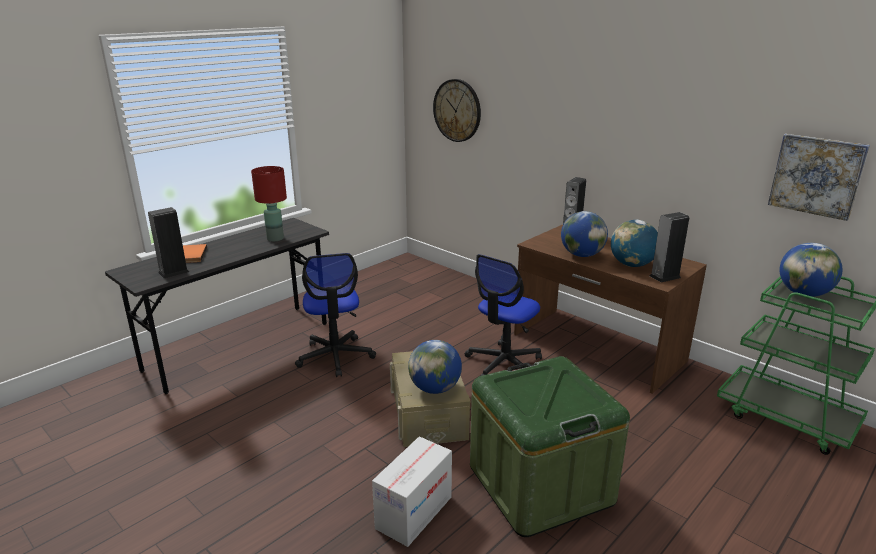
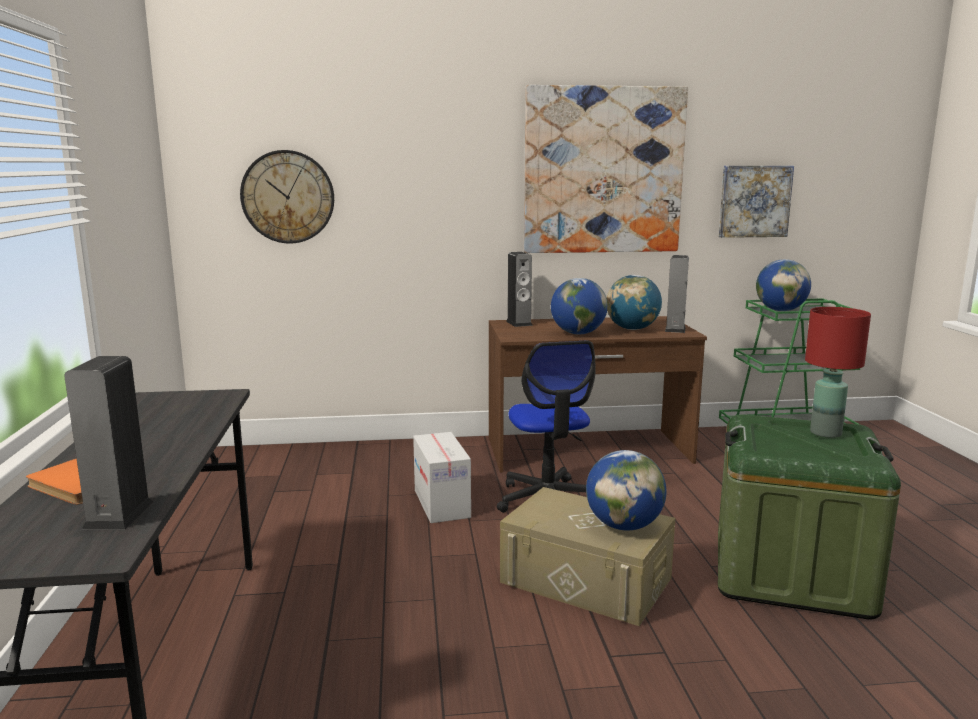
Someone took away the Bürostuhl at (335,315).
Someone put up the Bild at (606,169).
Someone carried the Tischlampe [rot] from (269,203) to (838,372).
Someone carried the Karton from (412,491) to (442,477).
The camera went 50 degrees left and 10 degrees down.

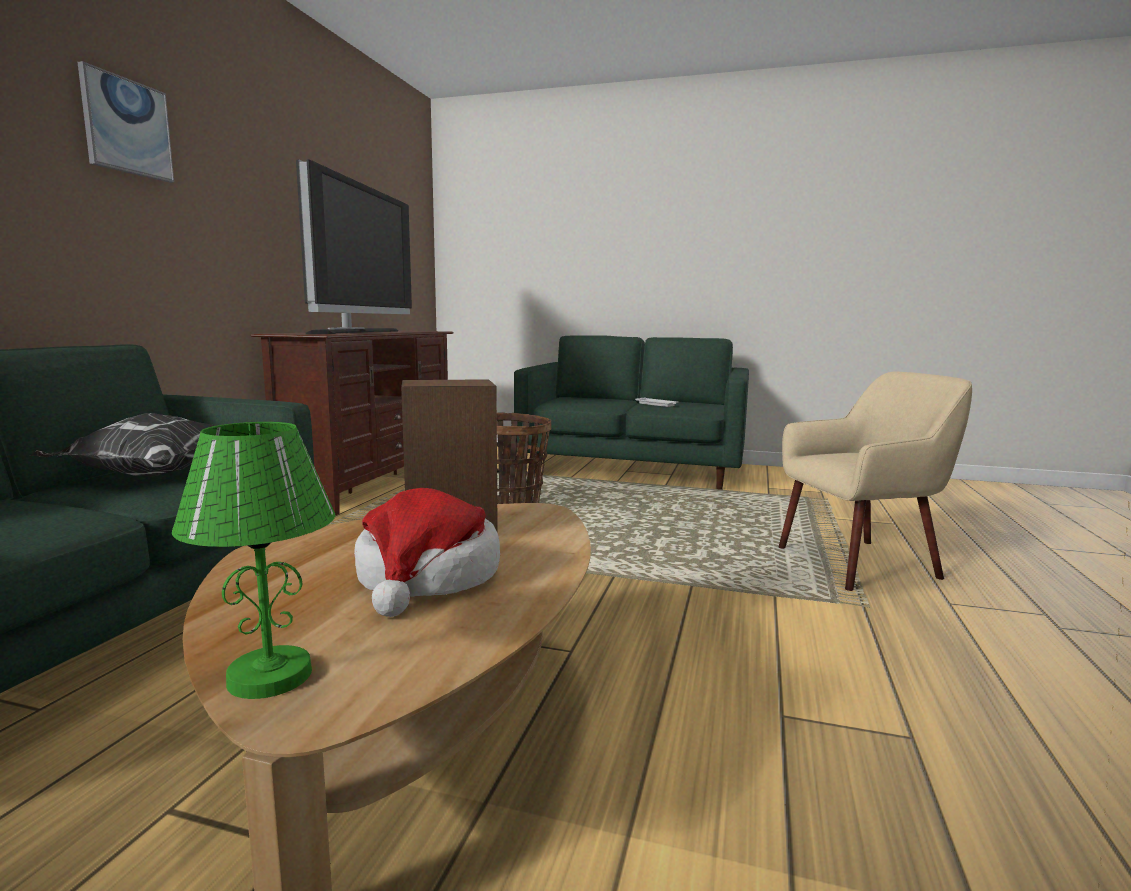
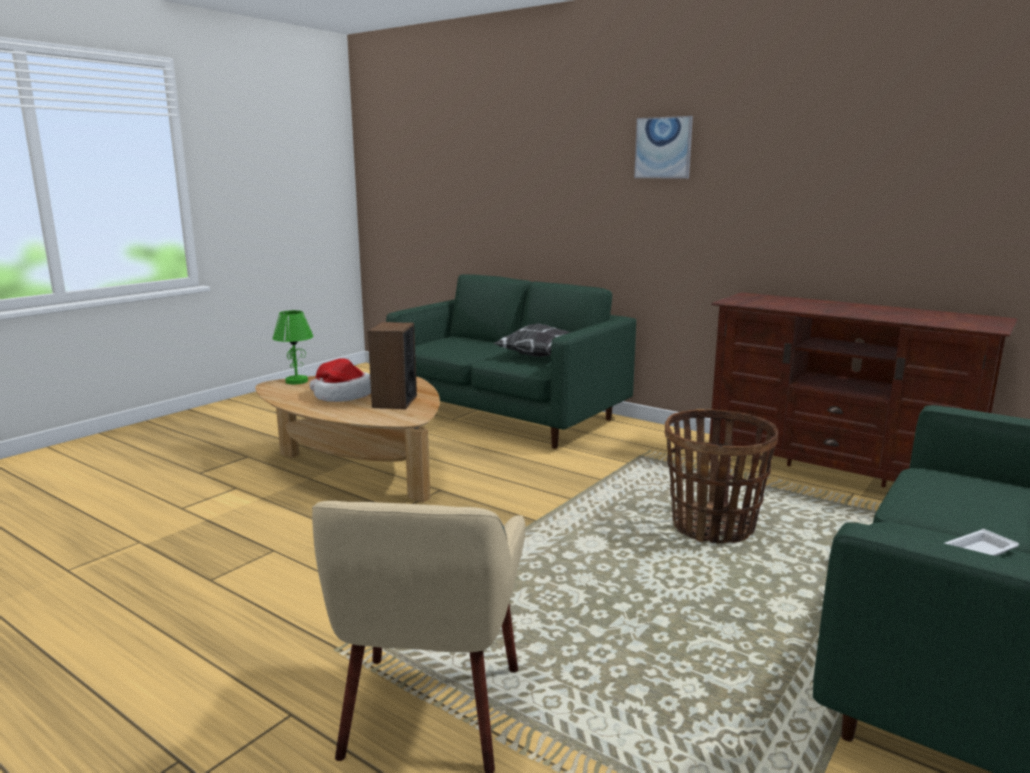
Someone took away the Fernseher at (354,246).
The camera went 110 degrees right and 5 degrees up.

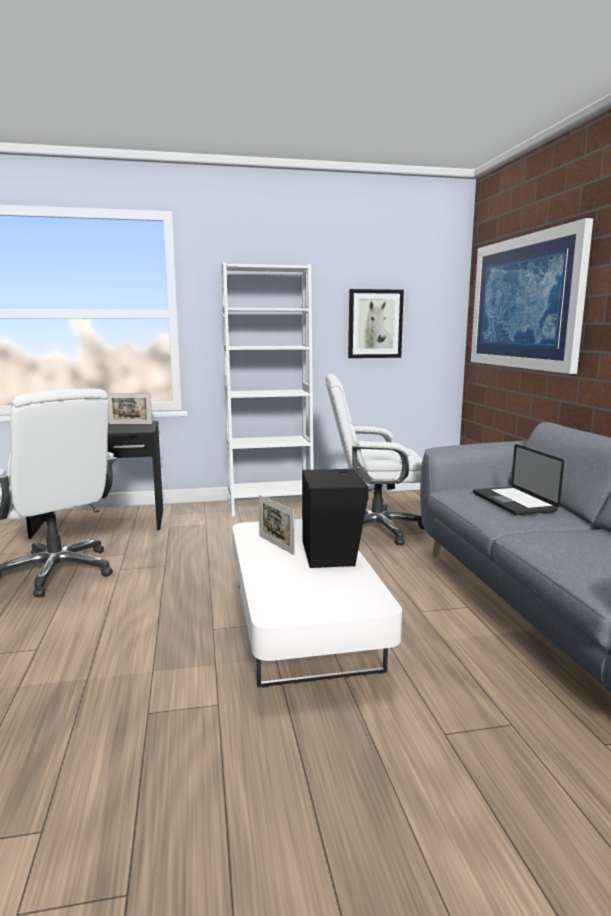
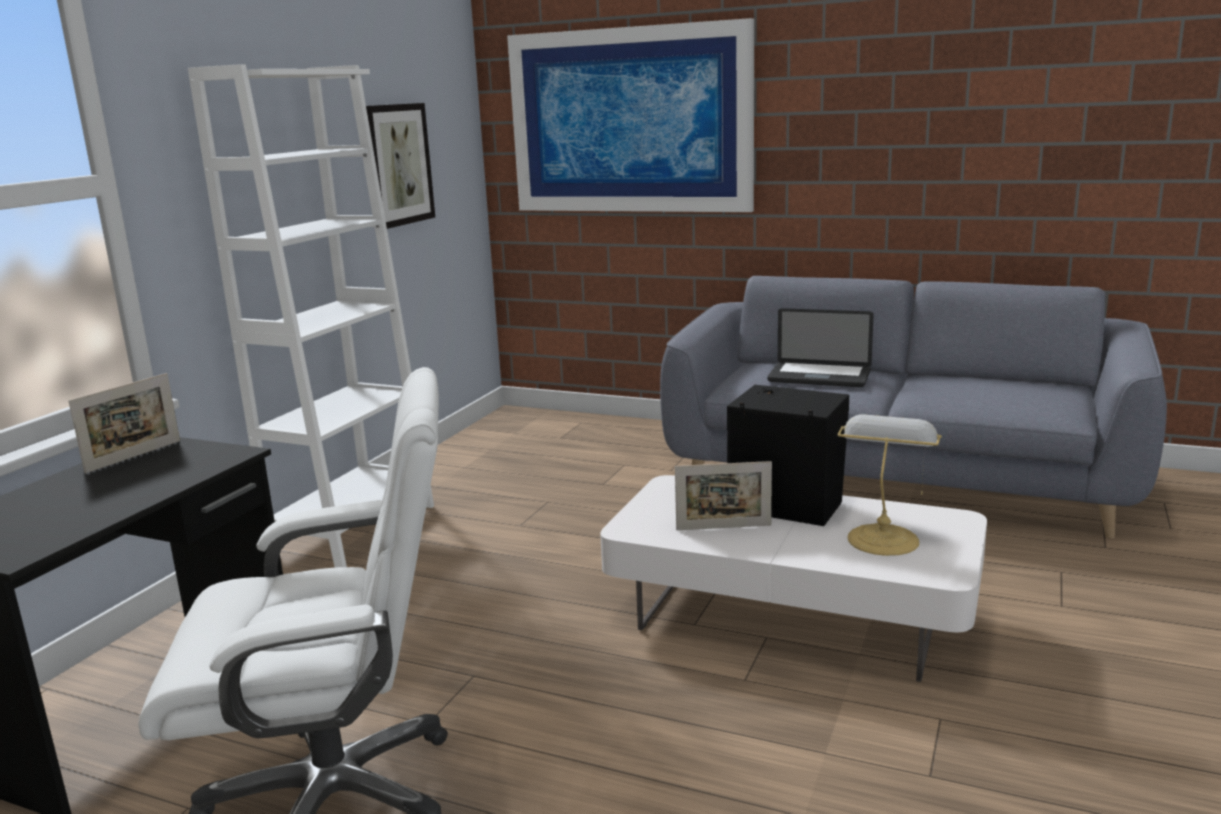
Someone took away the Bürostuhl [weiß] at (375,459).
Someone put down the Tischlampe at (889,485).
The camera went 55 degrees left and 5 degrees up.

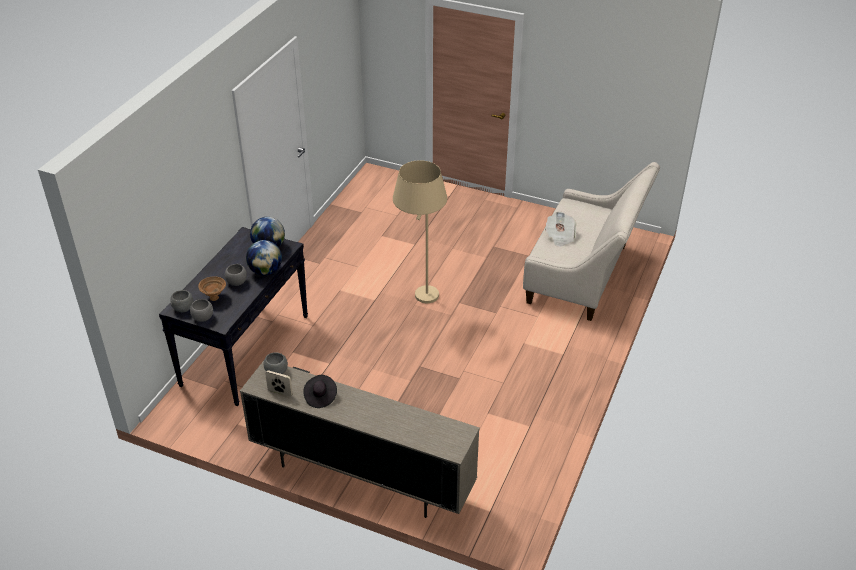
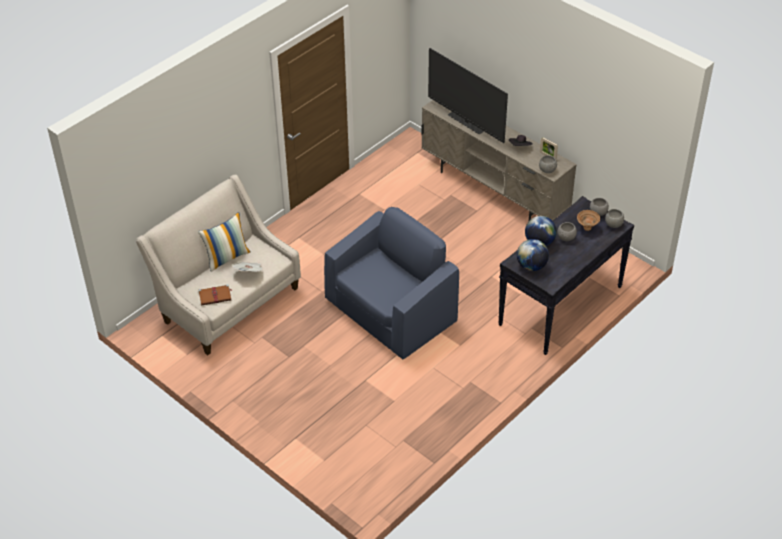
Someone put down the Kissen at (224,242).
Someone put down the Buch [braun] at (215,295).
Someone put down the Fernseher at (468,95).
Someone swapped the Stehlampe [beige] at (420,231) for the Sessel [blau] at (391,283).
The camera went 160 degrees left and 5 degrees up.

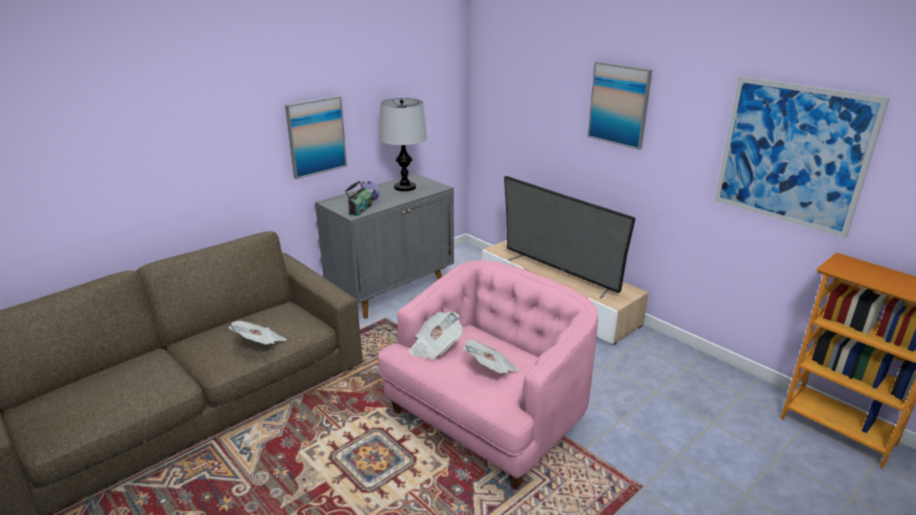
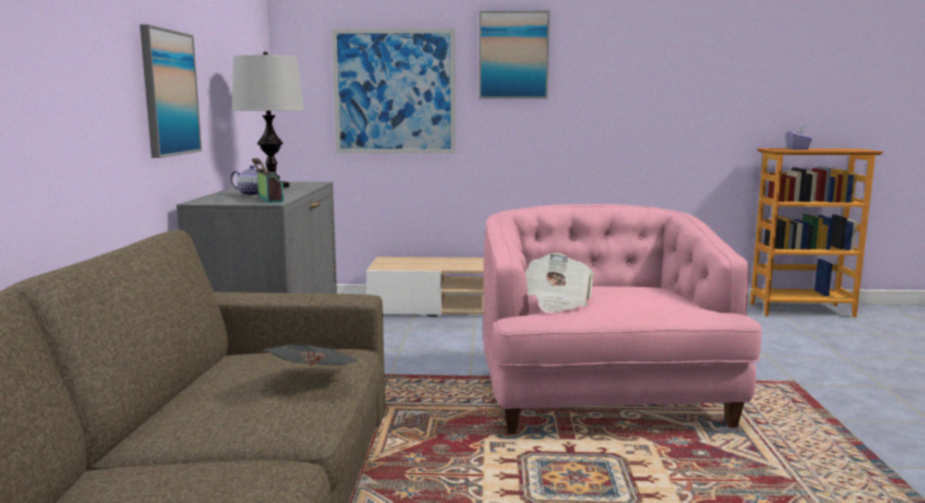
Someone took away the Zeitung at (491,357).
Someone took away the Fernseher at (570,237).
Someone put down the Taschentuchbox [lila] at (799,138).
Someone carried the Bild from (802,157) to (393,91).
The camera went 45 degrees left and 15 degrees down.

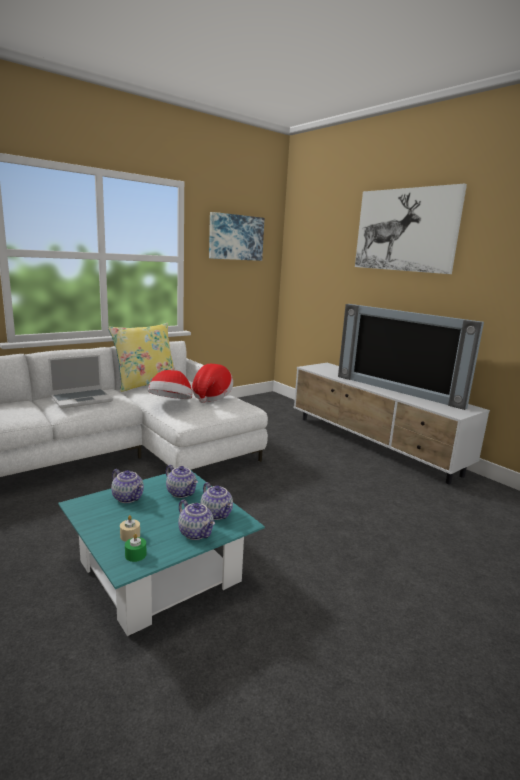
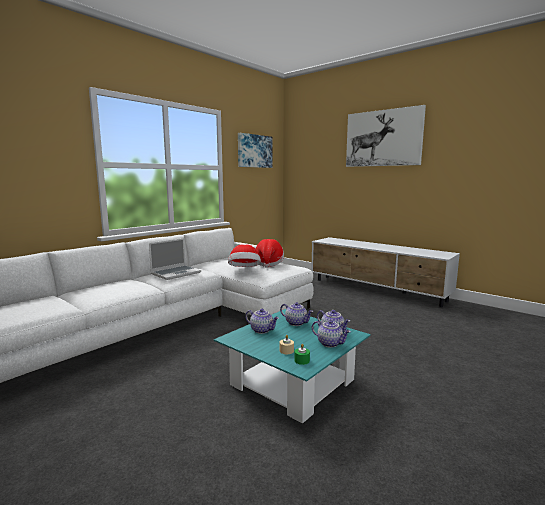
Someone took away the Kissen [gelb] at (141,357).
Someone took away the Fernseher at (411,357).
The camera went 10 degrees left and 5 degrees down.

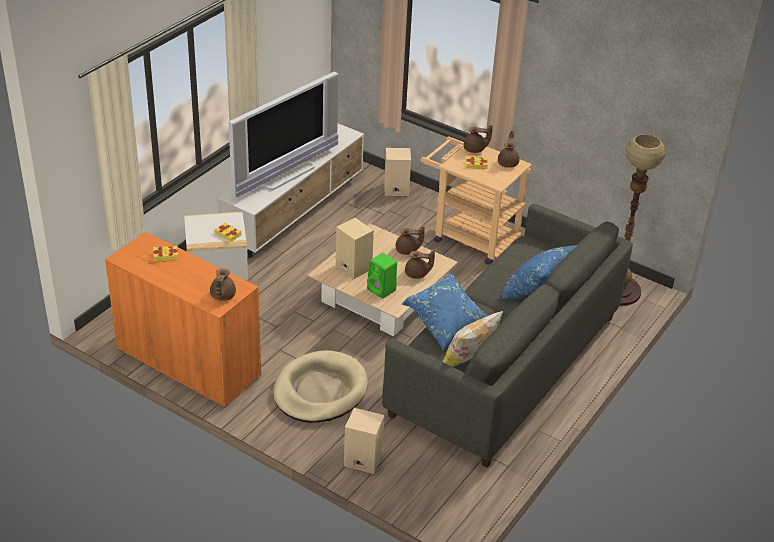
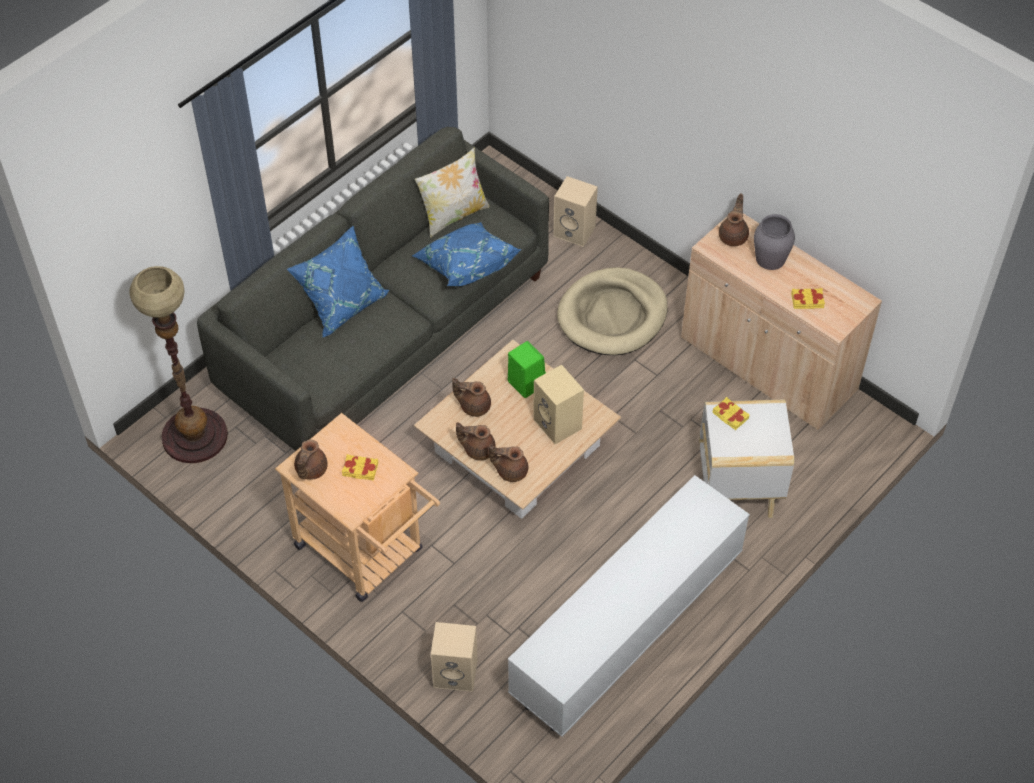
Someone took away the Fernseher at (283,134).
Someone put down the Vase [grau] at (774,242).
Someone carried the Teekanne [braun] from (478,139) to (508,463).
Someone repainted the Schrank [orange] at (183,320), which became the Schrank [beige] at (781,321).
The camera went 170 degrees left and 15 degrees up.

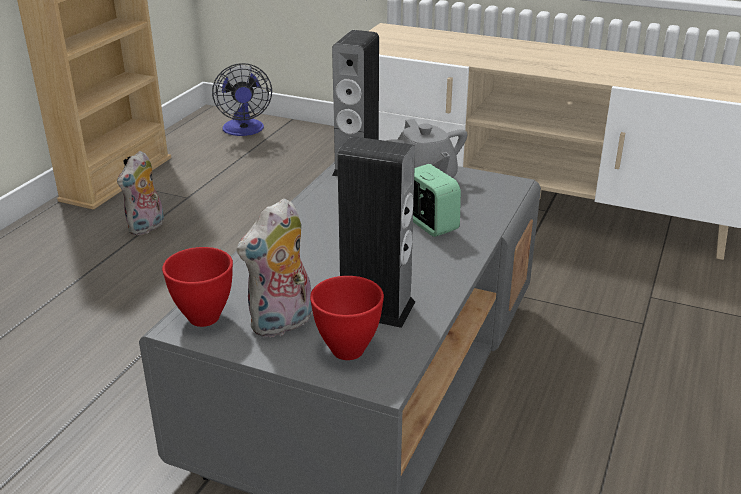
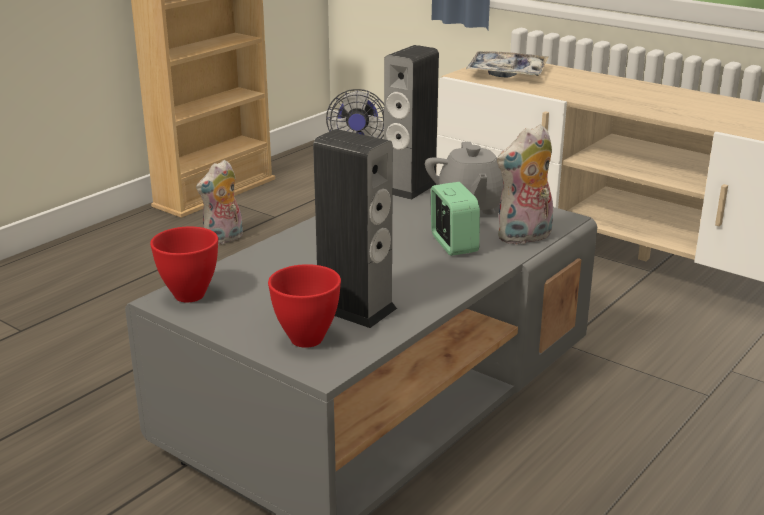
Someone put down the Tablett at (507,64).
Someone carried the Plüschtier from (274,268) to (525,184).
The camera went 15 degrees right and 5 degrees down.

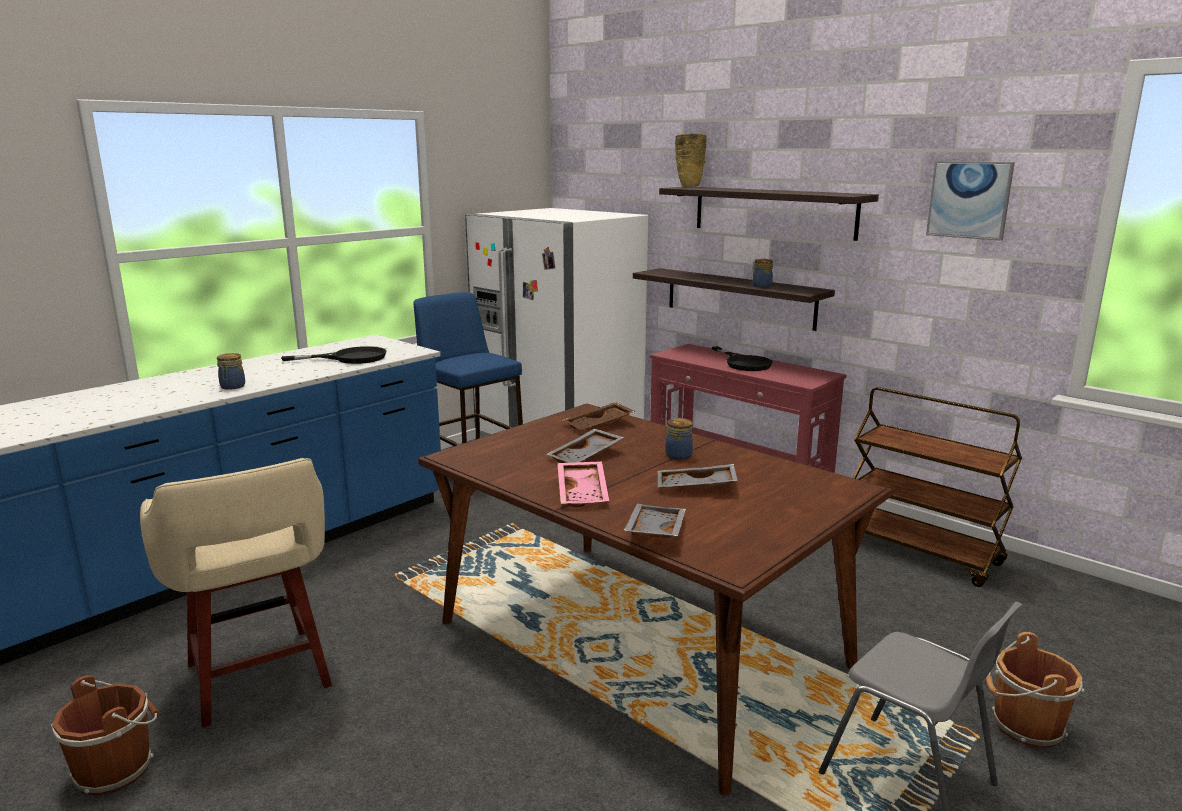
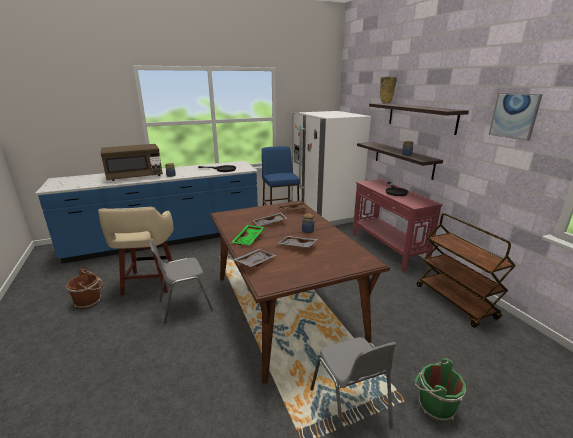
Someone put down the Mikrowelle [braun] at (132,162).
Someone put down the Stuhl [grau] at (181,281).
Someone repainted the Tablett [rosa] at (583,484), which became the Tablett [grün] at (248,235).
Someone repainted the Eimer [braun] at (1035,690), which became the Eimer [grün] at (440,390).
The camera went 25 degrees right and 5 degrees up.

